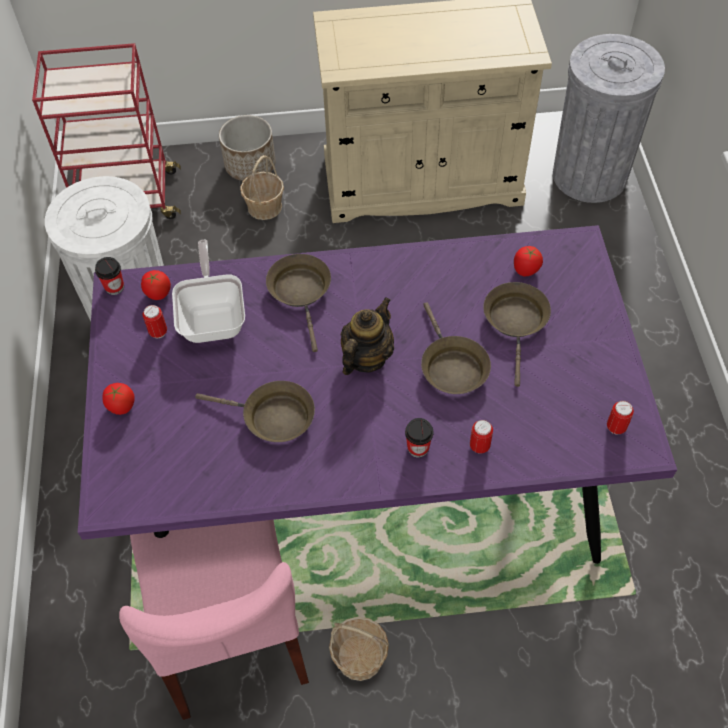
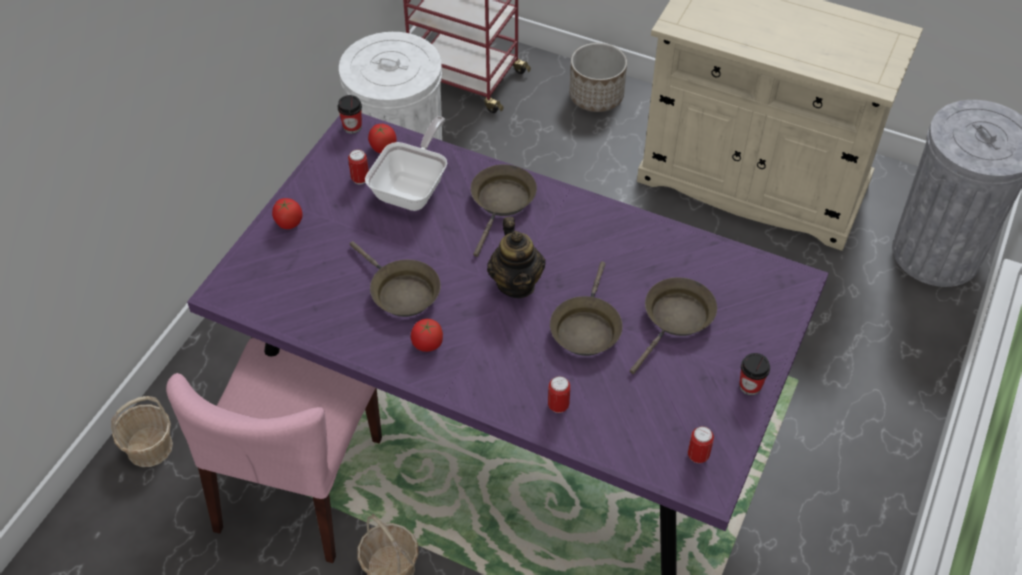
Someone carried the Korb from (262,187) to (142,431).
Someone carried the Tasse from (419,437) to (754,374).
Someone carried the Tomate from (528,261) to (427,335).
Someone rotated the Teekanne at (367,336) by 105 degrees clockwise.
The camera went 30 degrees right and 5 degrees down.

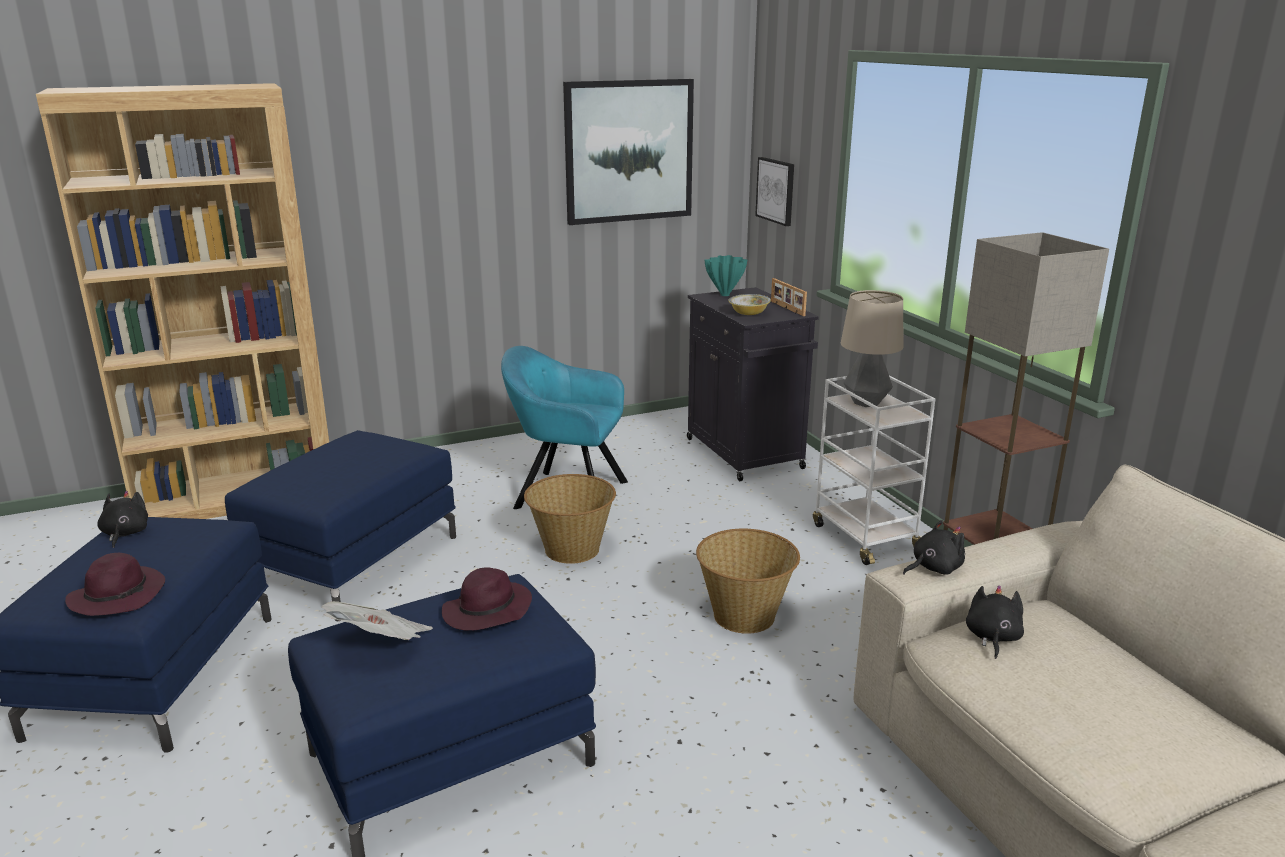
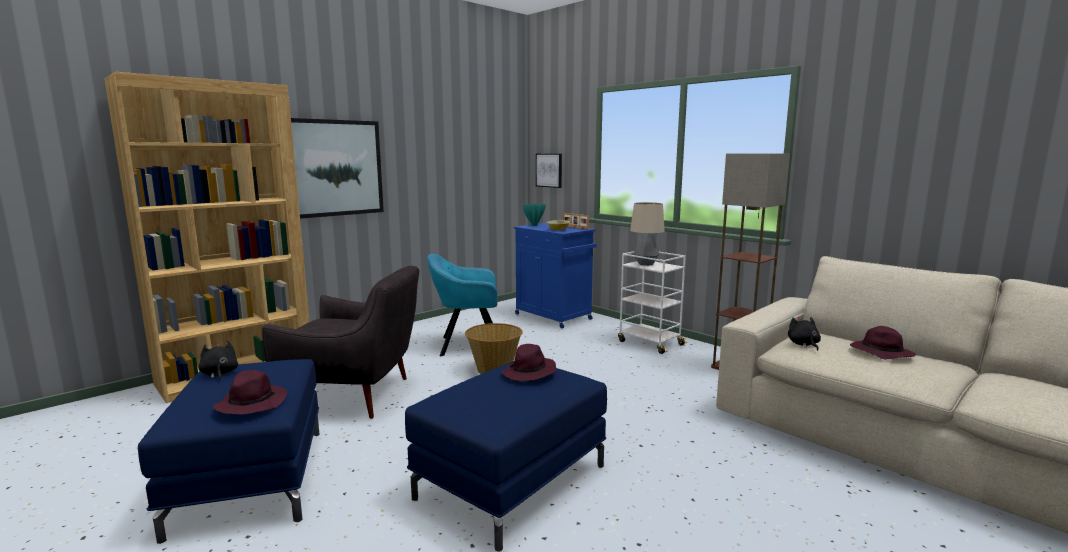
Someone took away the Zeitung at (377,620).
Someone took away the Korb at (748,581).
Someone took away the Plüschtier [schwarz] at (934,547).
Someone put down the Hut [lila] at (883,342).
Someone carried the Bild from (628,152) to (337,168).
Someone swapped the Polsterhocker [blau] at (340,525) for the Sessel [grau] at (341,342).
Someone repainted the Schrank [schwarz] at (753,384), which became the Schrank [blau] at (555,275).
The camera went 20 degrees left and 10 degrees down.

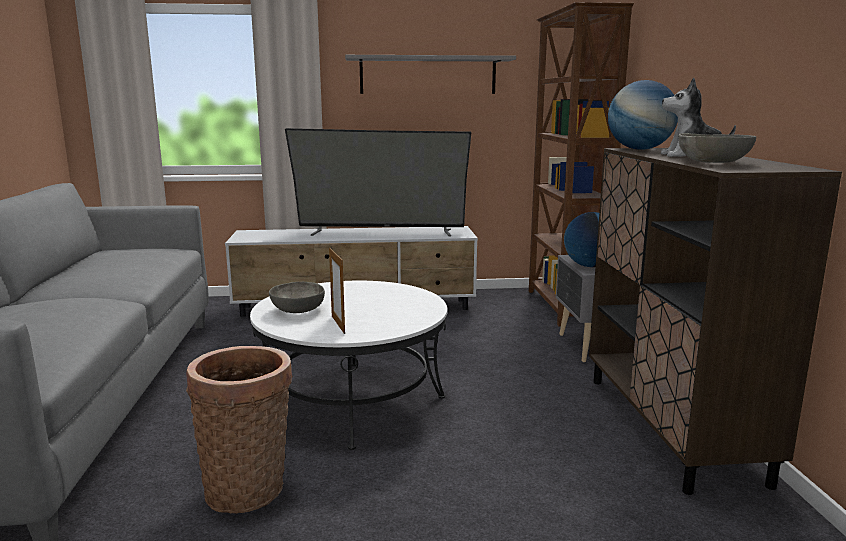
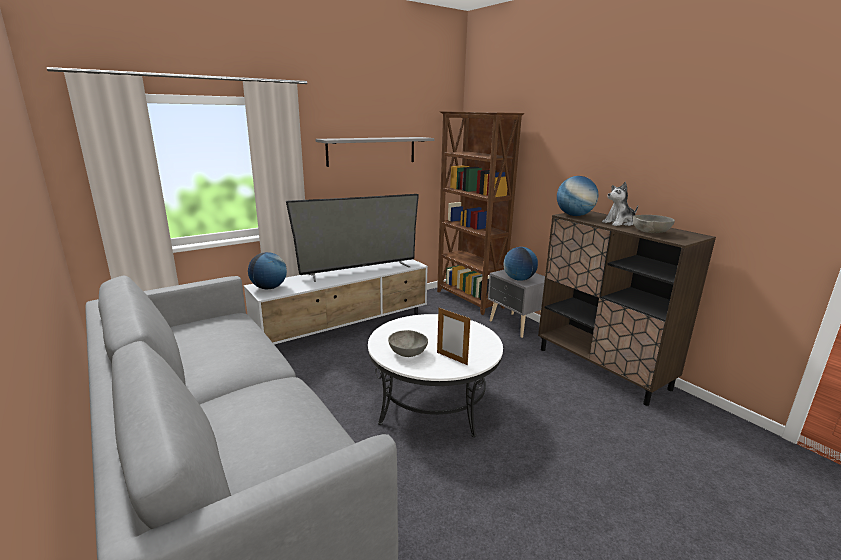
Someone took away the Korb at (239,430).
Someone put down the Globus at (267,270).
The camera went 30 degrees left and 5 degrees up.

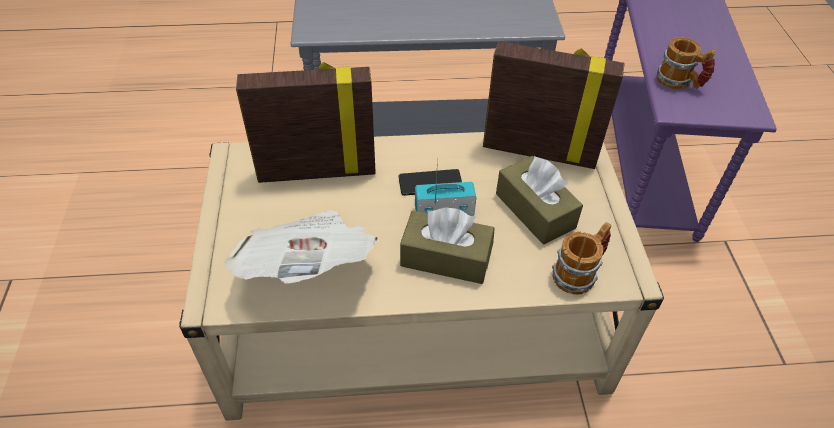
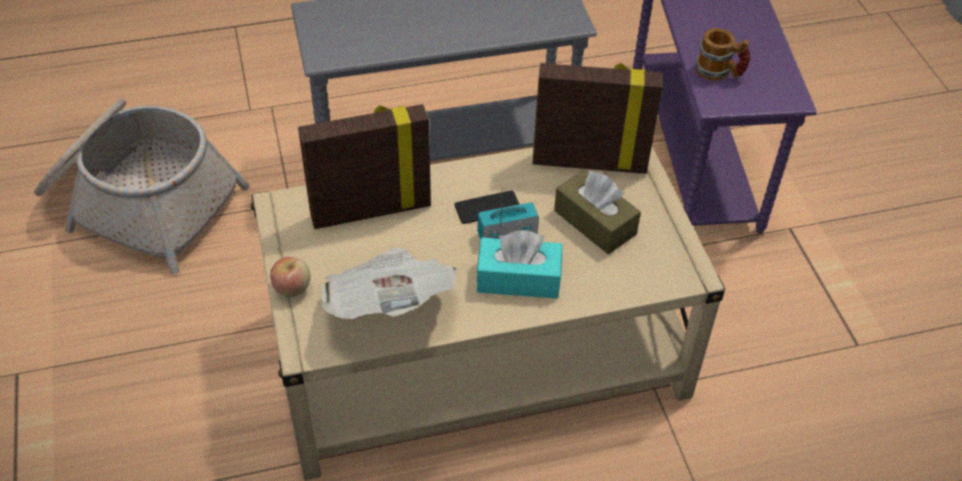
Someone took away the Henkelbecher at (581,259).
Someone put down the Korb at (142,186).
Someone put down the Apfel at (290,277).
Someone repainted the Taschentuchbox [braun] at (447,245), which became the Taschentuchbox [türkis] at (519,264).
The camera went 10 degrees left and 0 degrees up.

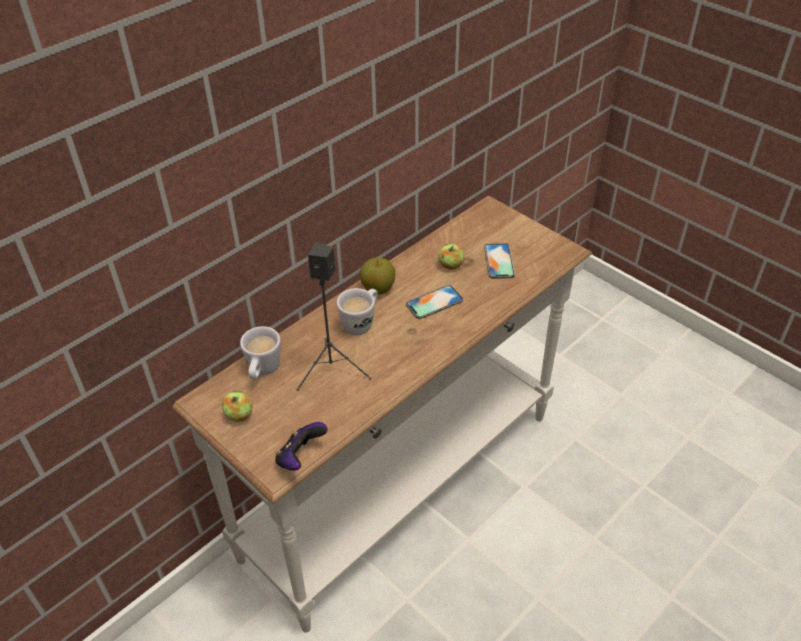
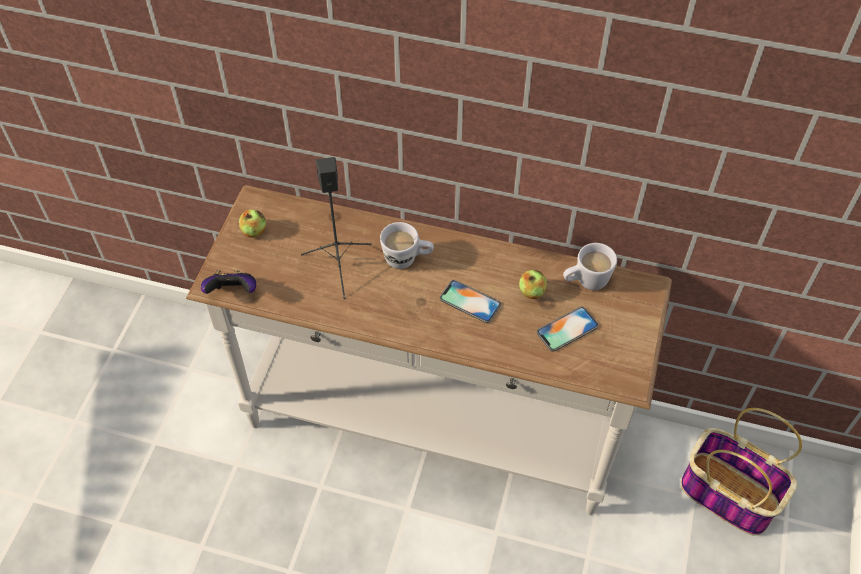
Someone took away the Apfel at (377,275).
Someone put down the Korb at (741,472).
Someone carried the Henkelbecher [weiß] from (260,352) to (590,266).
The camera went 60 degrees right and 10 degrees up.

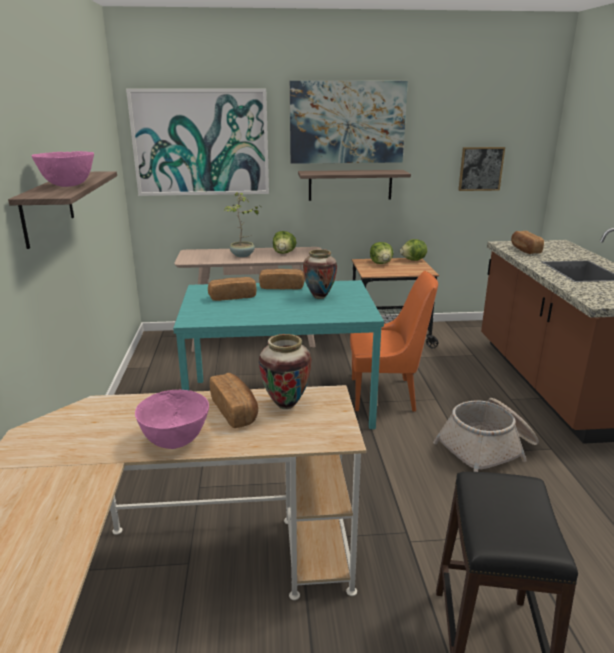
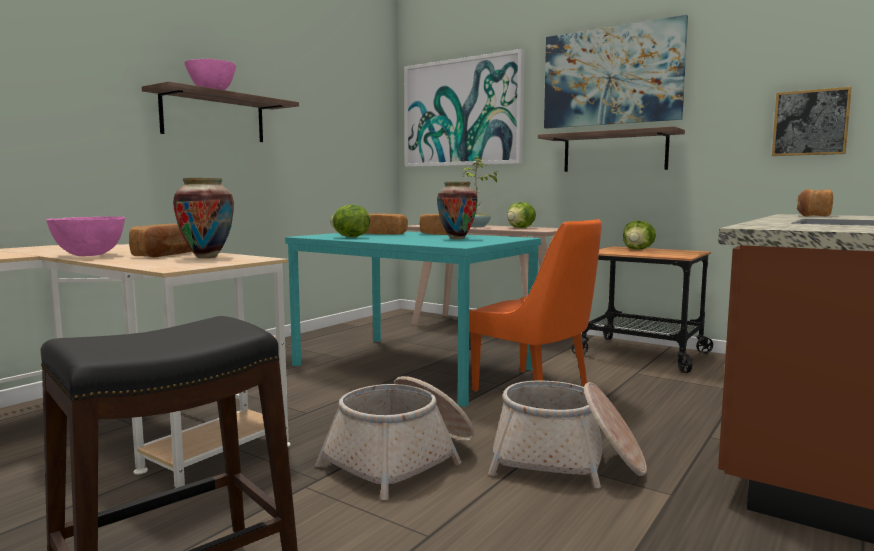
Someone put down the Korb at (394,438).
Someone carried the Salatkopf from (413,250) to (350,220).
The camera went 40 degrees right and 15 degrees down.

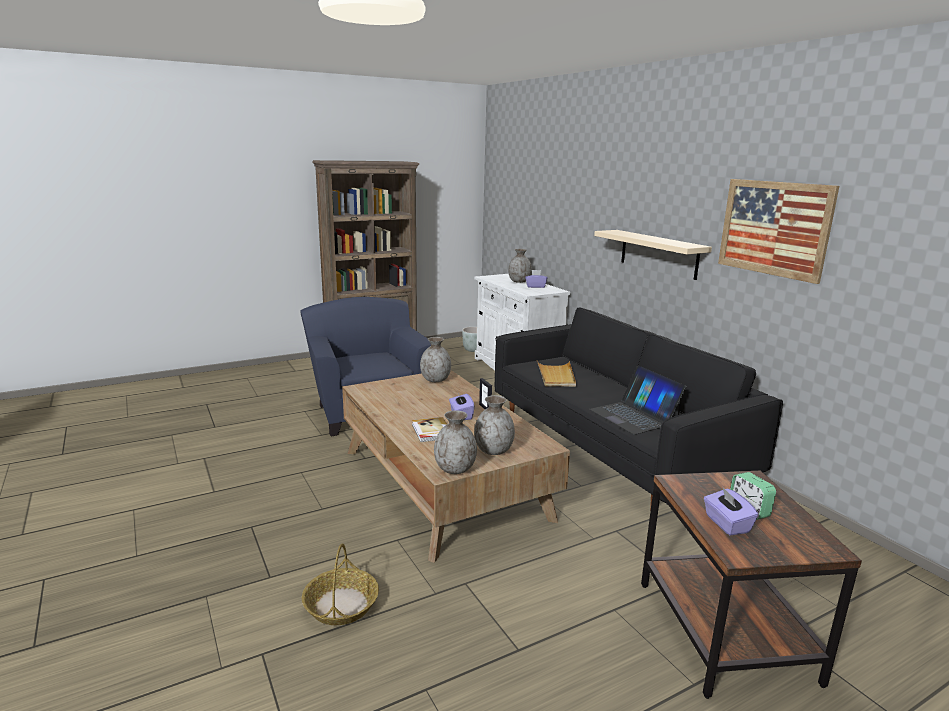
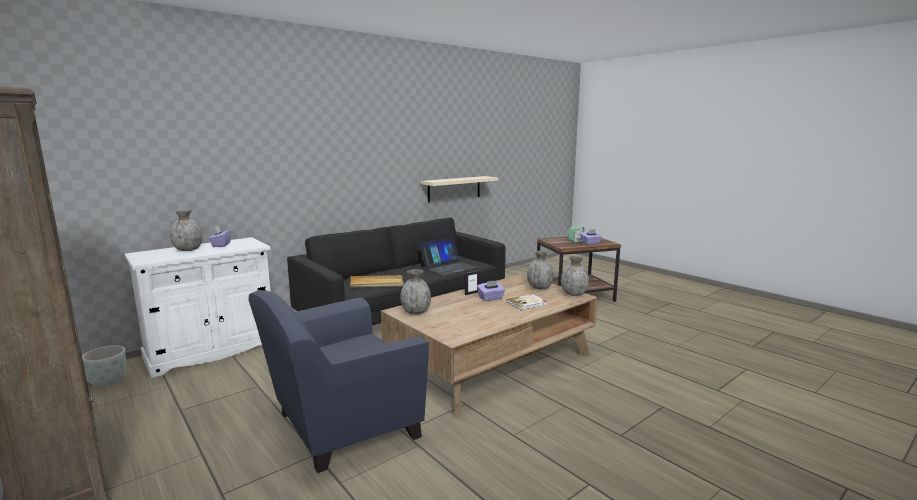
Someone took away the Korb at (340,584).
Someone took away the Bild at (778,231).
Someone carried the Wandregal [beige] from (653,255) to (459,189).
The camera went 100 degrees left and 5 degrees down.

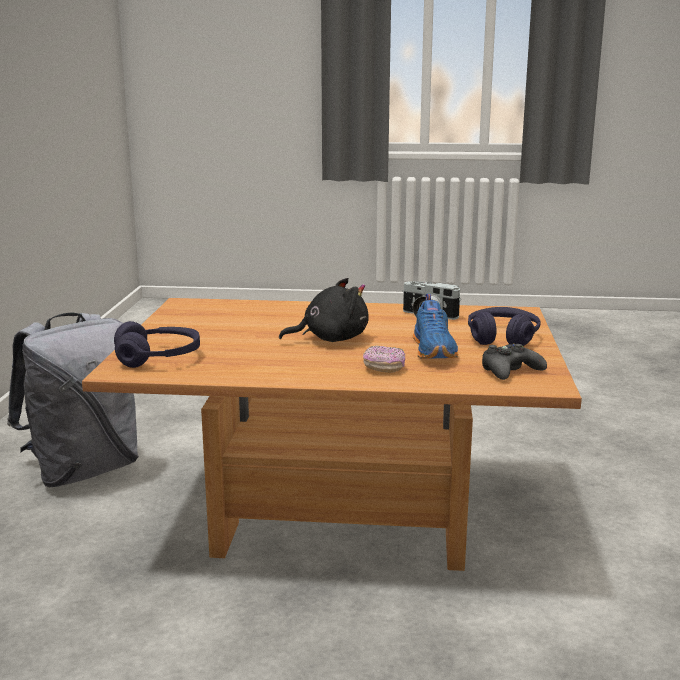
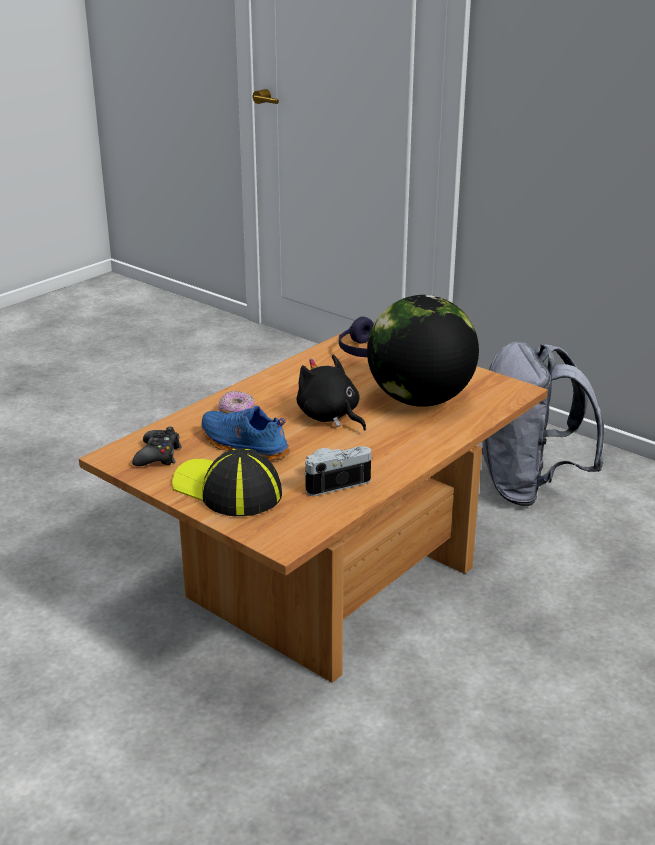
Someone put down the Globus at (423,351).
Someone swapped the Kopfhörer [lila] at (504,326) for the Kappe at (227,482).
Someone rotated the Plüschtier [schwarz] at (323,310) by 120 degrees clockwise.
The camera went 125 degrees right and 10 degrees up.

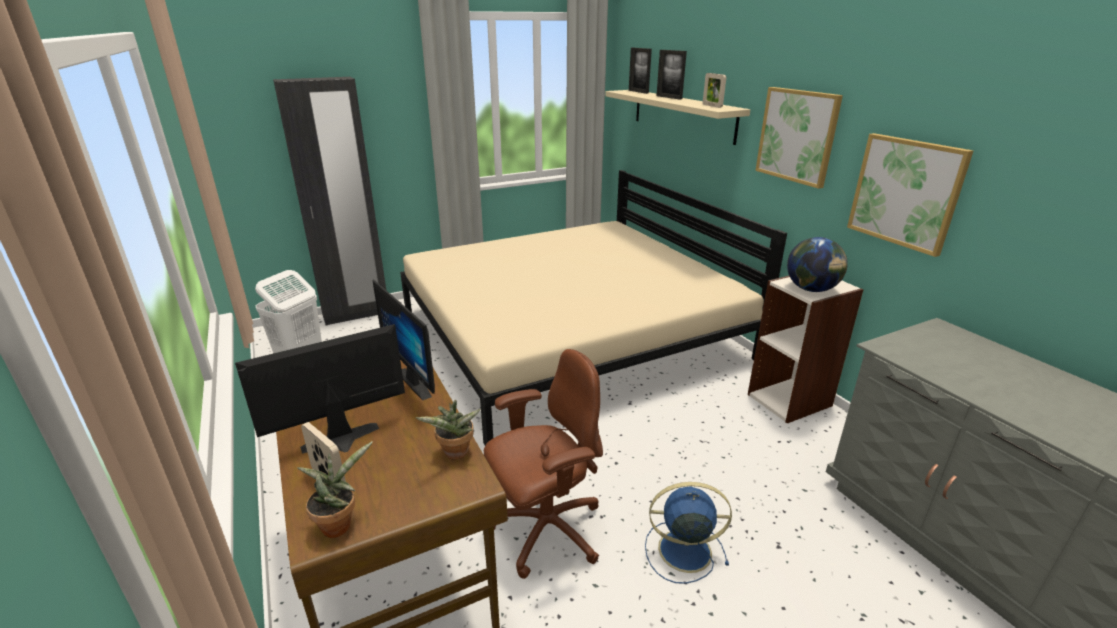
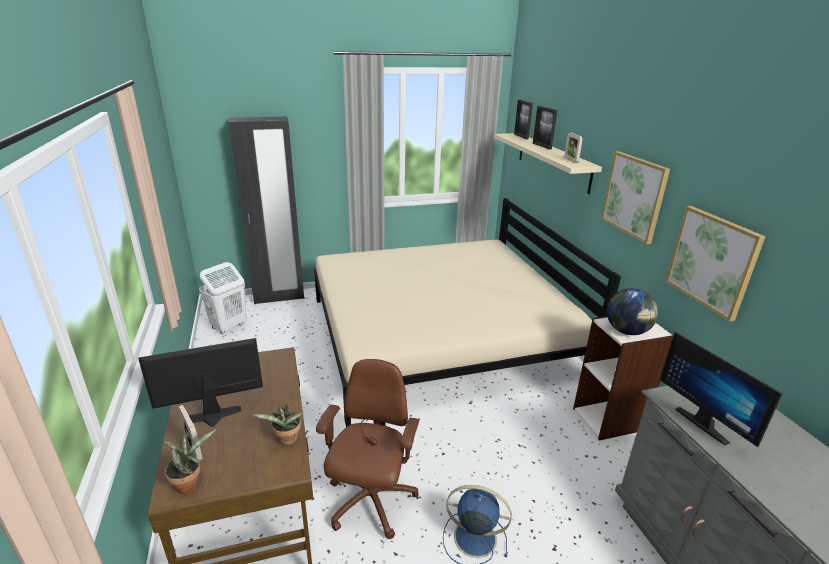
Someone carried the Monitor from (403,339) to (721,389).
Someone rotated the Bürostuhl [braun] at (543,464) by 60 degrees counterclockwise.
The camera went 10 degrees right and 0 degrees up.

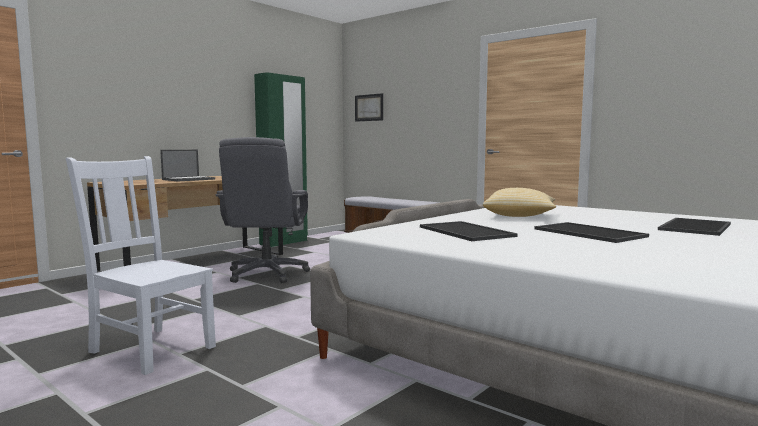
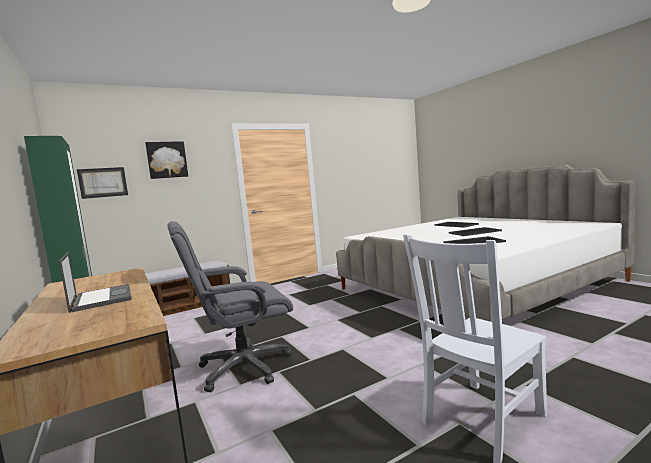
Someone took away the Kissen at (519,202).
Someone put up the Bild at (166,160).
Someone rotated the Bürostuhl [grau] at (262,210) by 135 degrees clockwise.
The camera went 70 degrees left and 0 degrees up.

